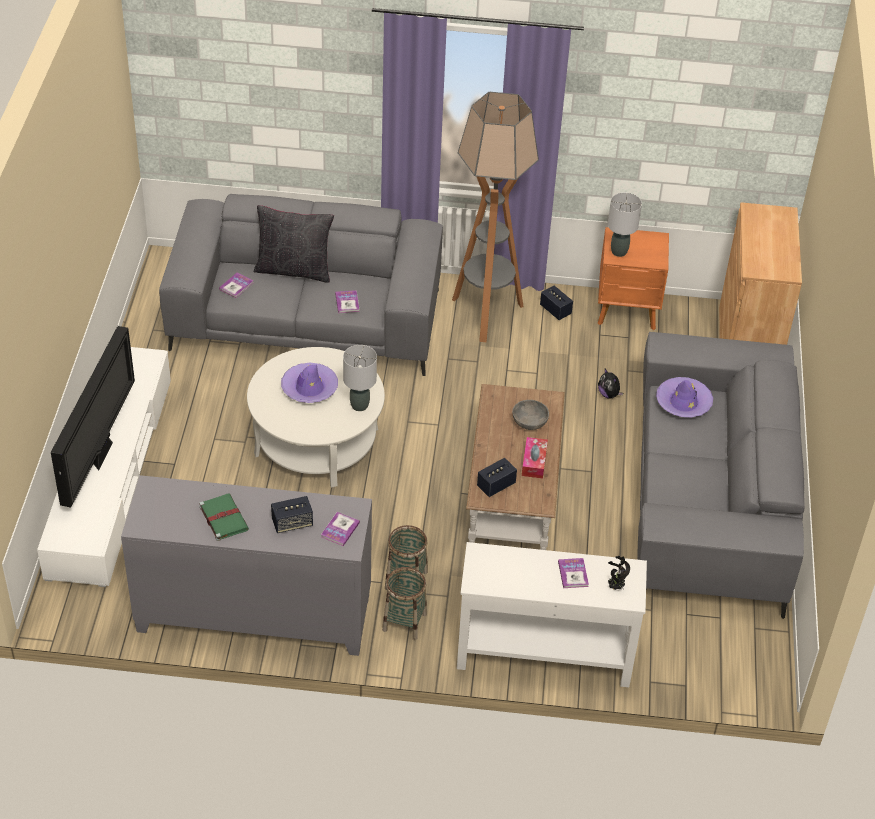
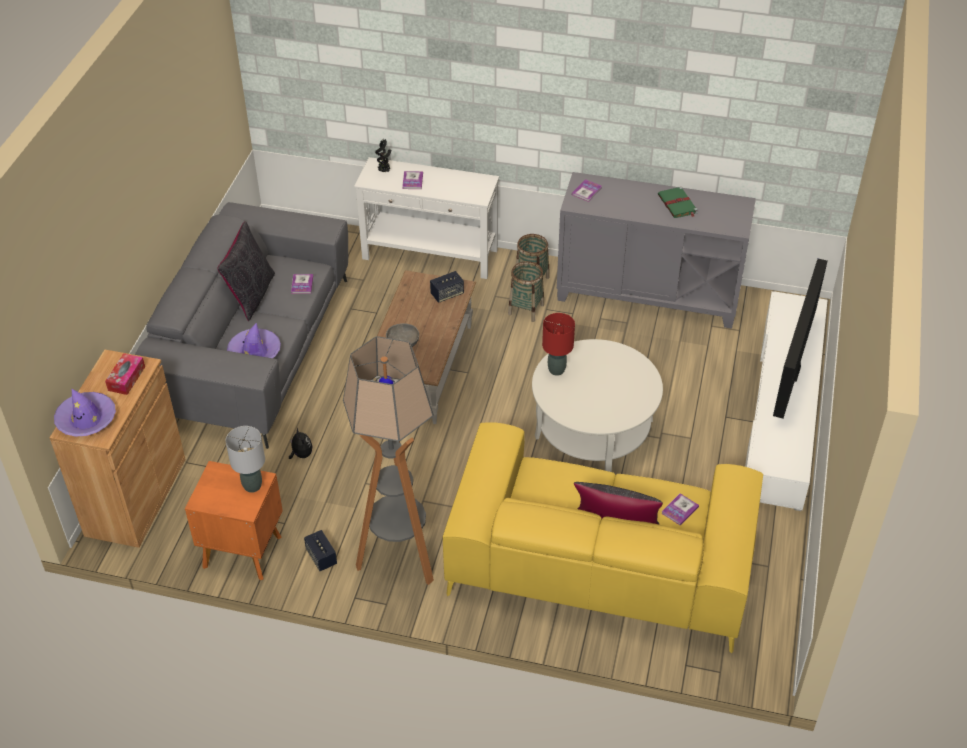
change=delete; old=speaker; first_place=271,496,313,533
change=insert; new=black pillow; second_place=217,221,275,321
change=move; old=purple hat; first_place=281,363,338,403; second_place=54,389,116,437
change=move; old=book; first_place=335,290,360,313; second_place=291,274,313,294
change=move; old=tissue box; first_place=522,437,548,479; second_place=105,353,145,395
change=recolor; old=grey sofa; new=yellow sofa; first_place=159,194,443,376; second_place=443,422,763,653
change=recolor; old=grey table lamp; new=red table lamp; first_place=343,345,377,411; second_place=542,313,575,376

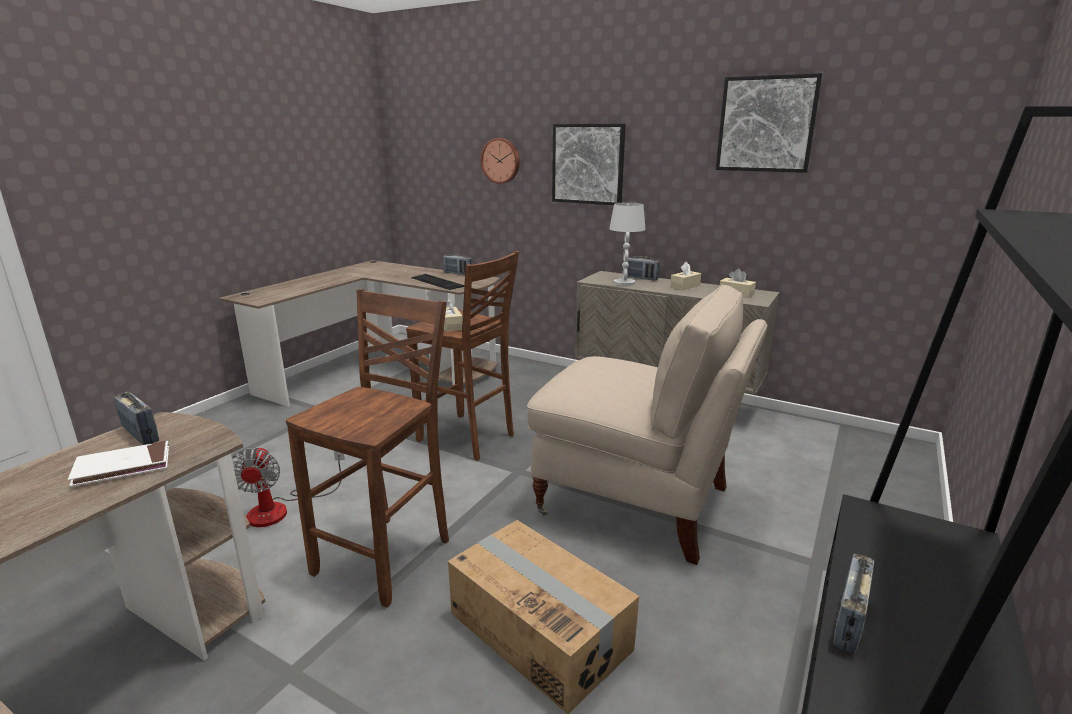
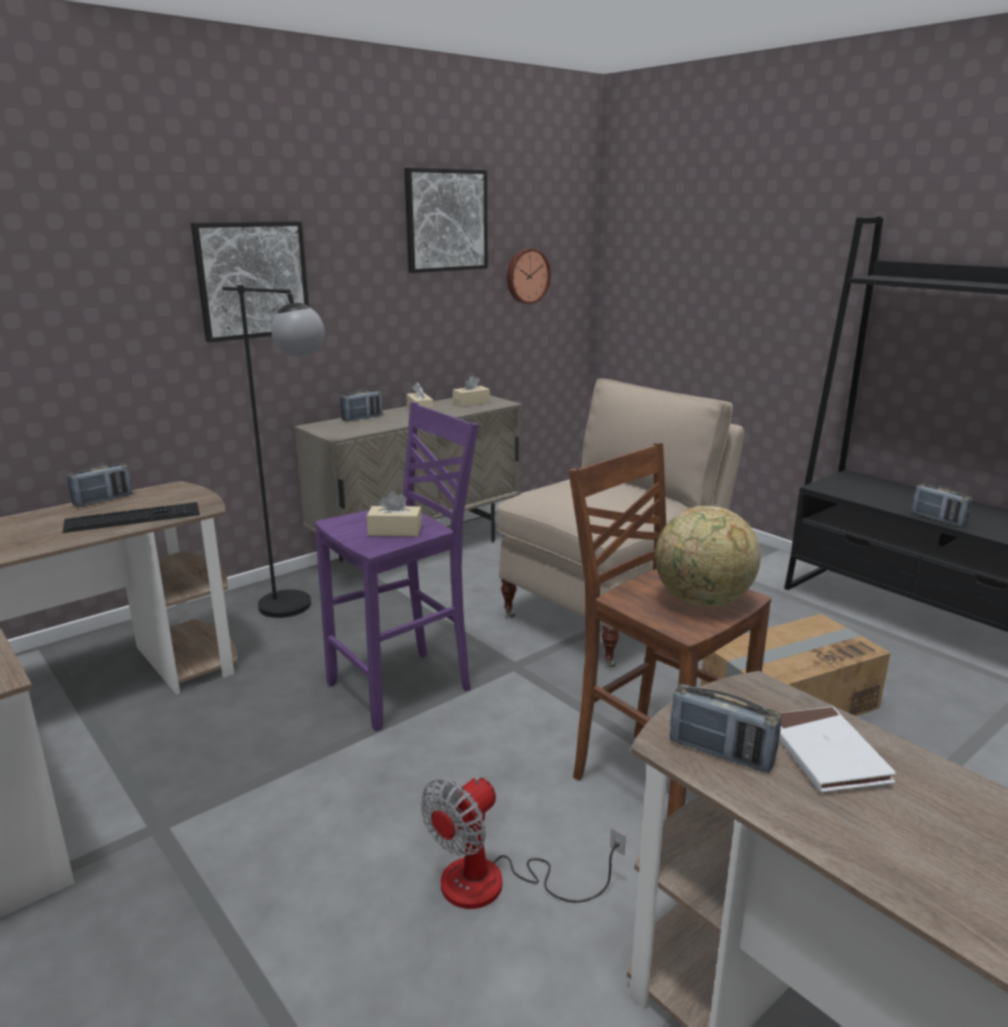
change=delete; old=white table lamp; first_place=609,203,646,286
change=insert; new=black floor lamp; second_place=223,285,324,618
change=insert; new=globe; second_place=655,506,760,607
change=move; old=wall clock; first_place=481,138,520,184; second_place=507,249,551,304
change=recolor; old=brown stool; new=purple stool; first_place=406,251,519,461; second_place=315,402,479,731
change=rotate; old=radio; first_place=114,392,159,445; second_place=670,684,782,773; degrees=-120
change=rotate; old=fan; first_place=232,446,345,527; second_place=420,777,626,909; degrees=120

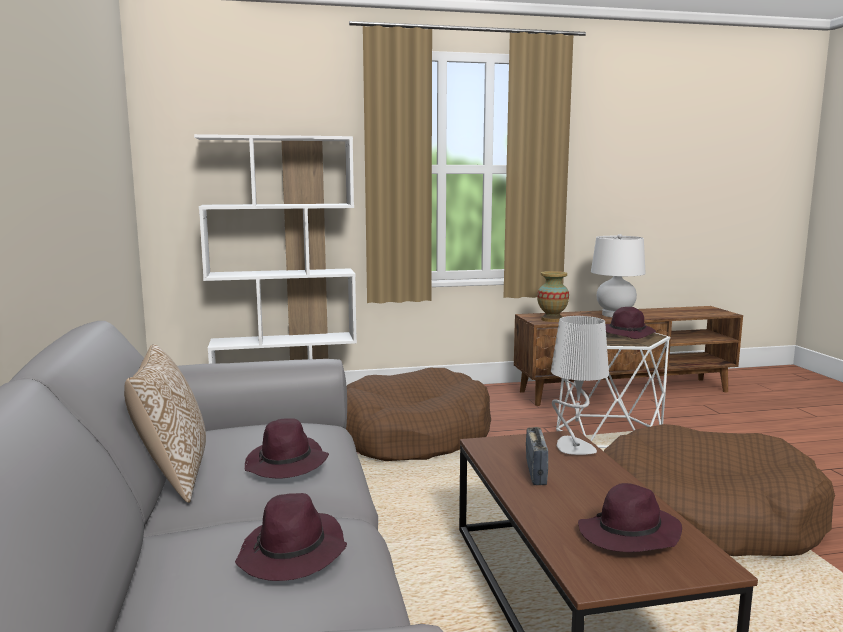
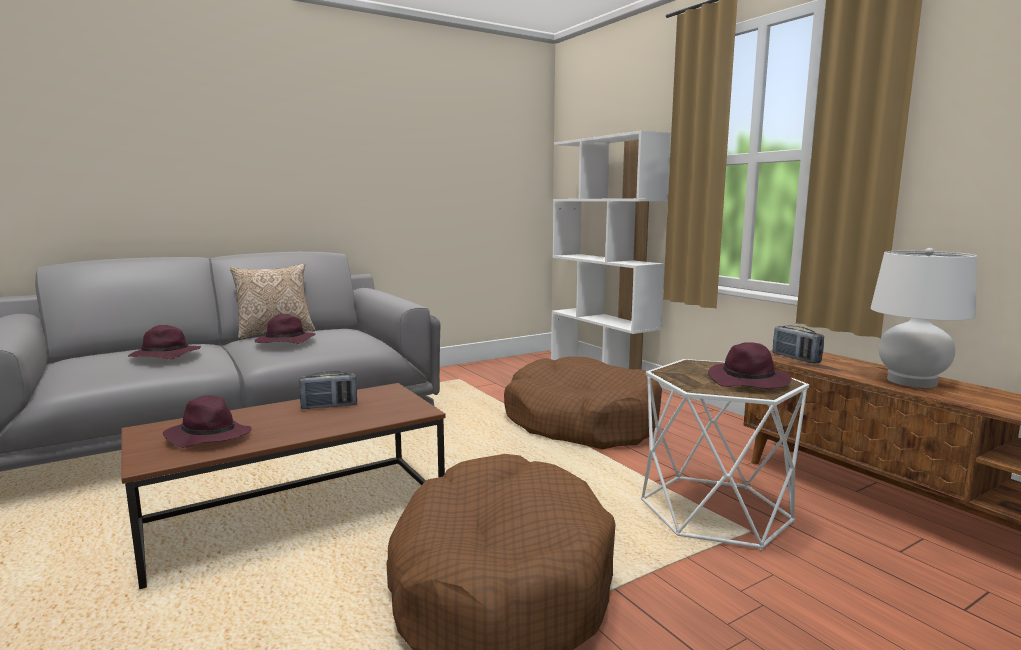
change=delete; old=grey table lamp; first_place=551,316,609,455
change=replace; old=vase; new=radio; first_place=537,271,569,322; second_place=773,326,824,363

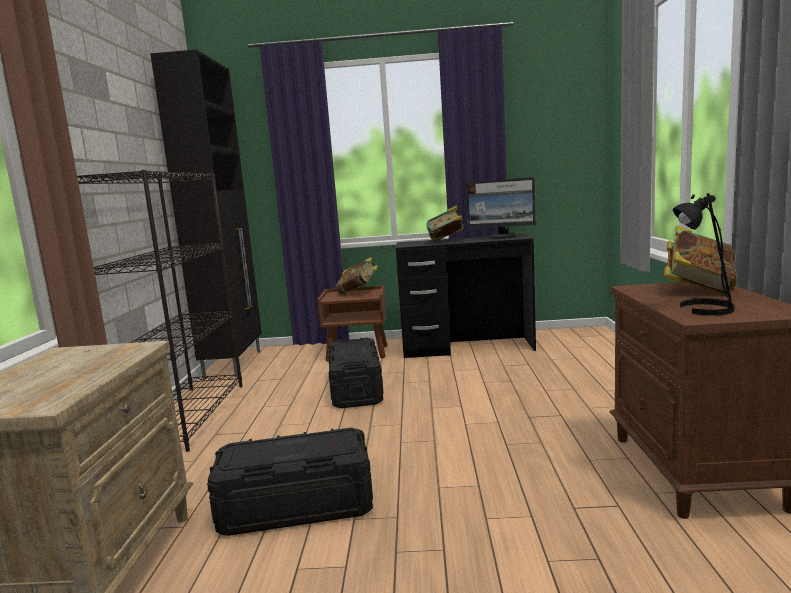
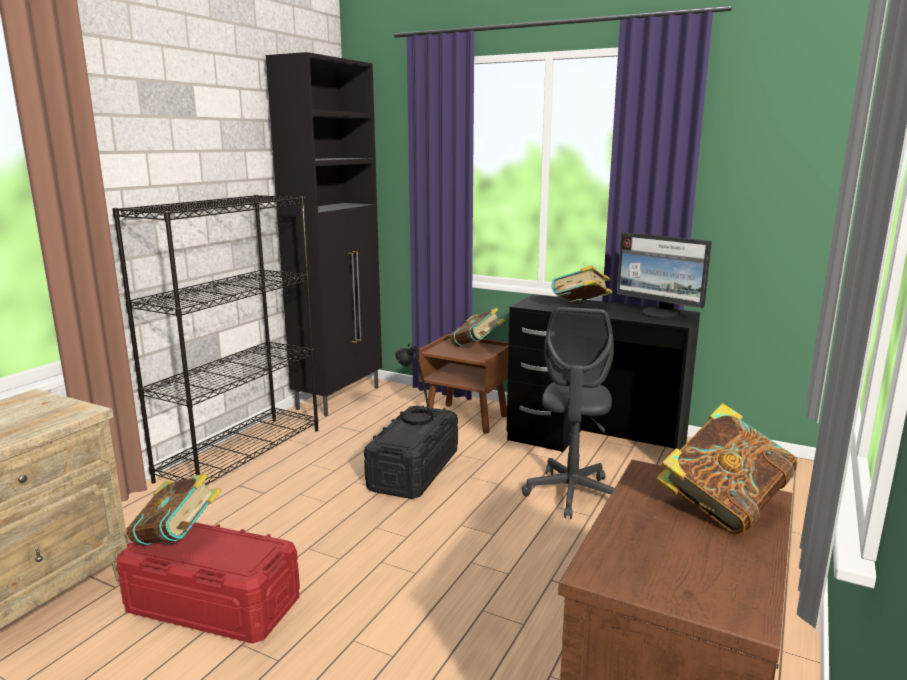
change=insert; new=book; second_place=126,473,222,546
change=insert; new=grey office chair; second_place=522,307,615,519
change=move; old=black table lamp; first_place=673,193,734,315; second_place=395,344,439,425
change=recolor; old=black storage box; new=red storage box; first_place=207,427,373,536; second_place=116,521,300,644

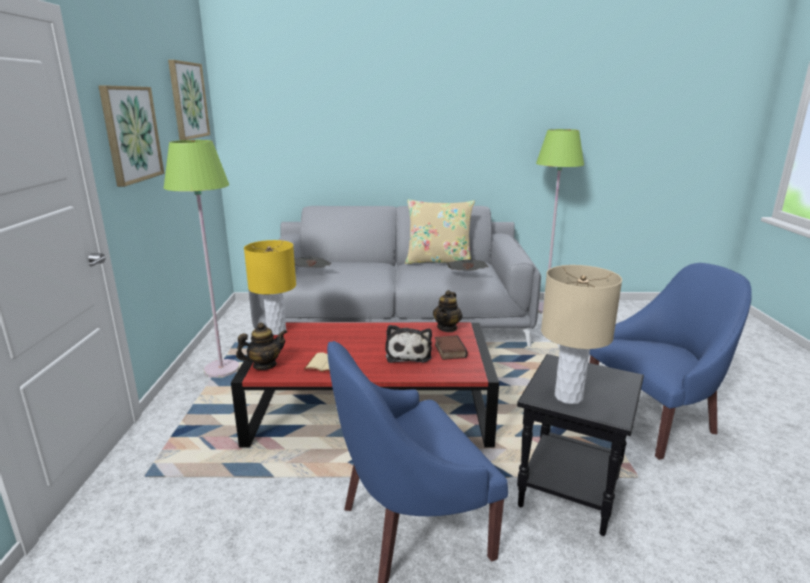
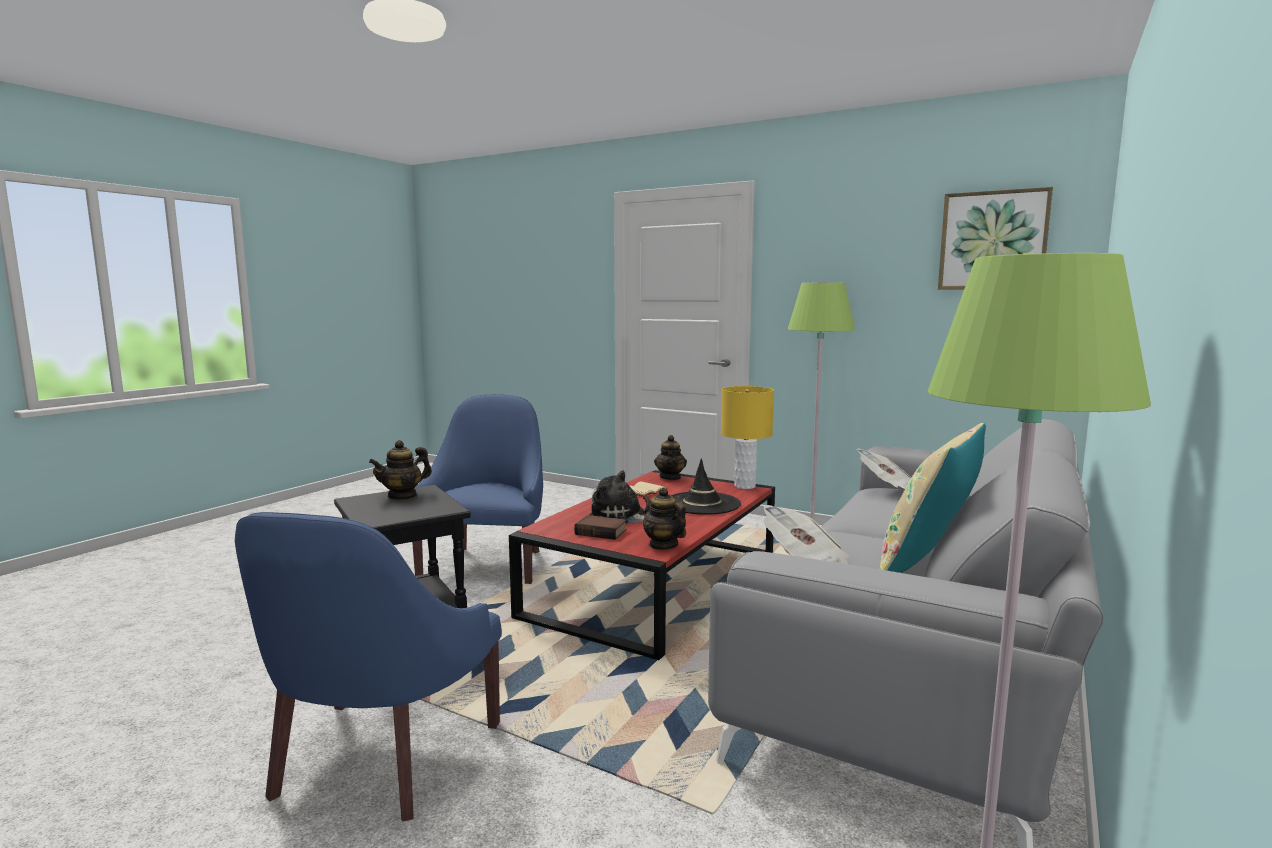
change=delete; old=picture; first_place=99,85,164,187
change=insert; new=black hat; second_place=671,459,741,515
change=replace; old=beige table lamp; new=teapot; first_place=541,265,622,404; second_place=369,440,432,500

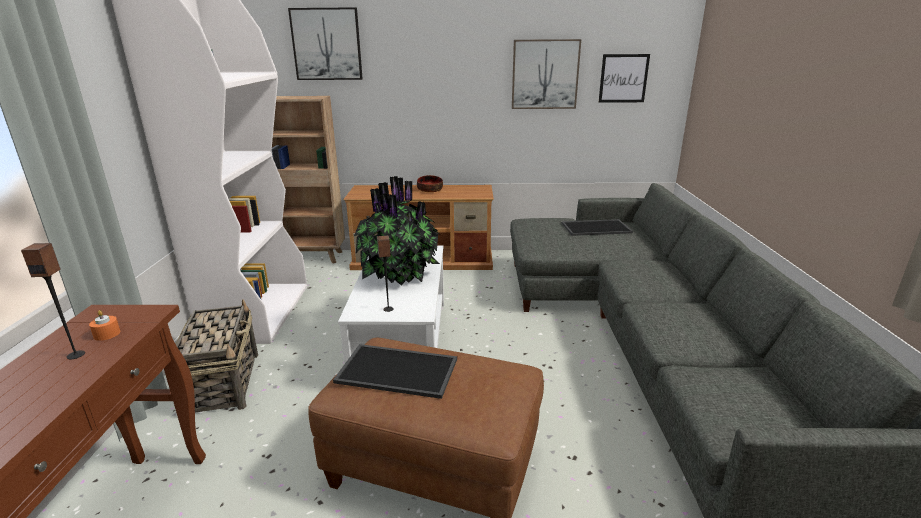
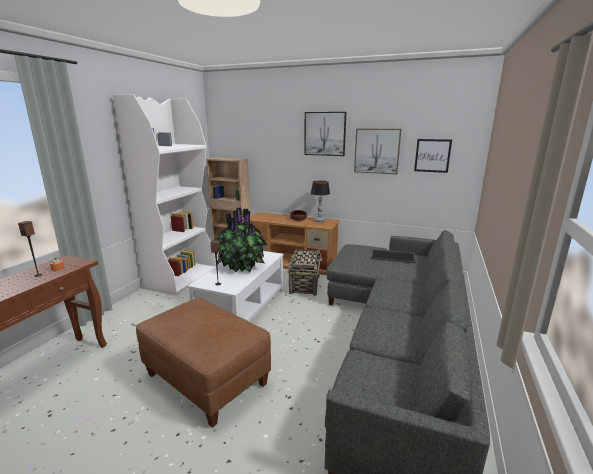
change=delete; old=tray; first_place=333,344,457,399
change=insert; new=table lamp; second_place=311,181,330,222
change=move; old=basket; first_place=175,299,258,412; second_place=288,247,322,296
change=move; old=picture; first_place=288,7,363,80; second_place=304,112,346,156

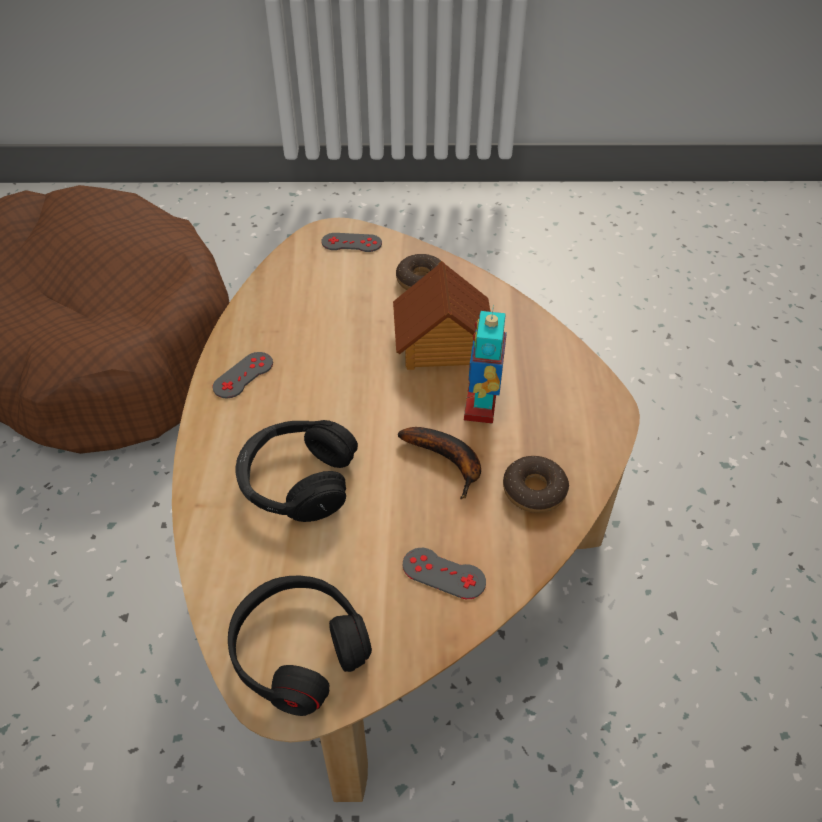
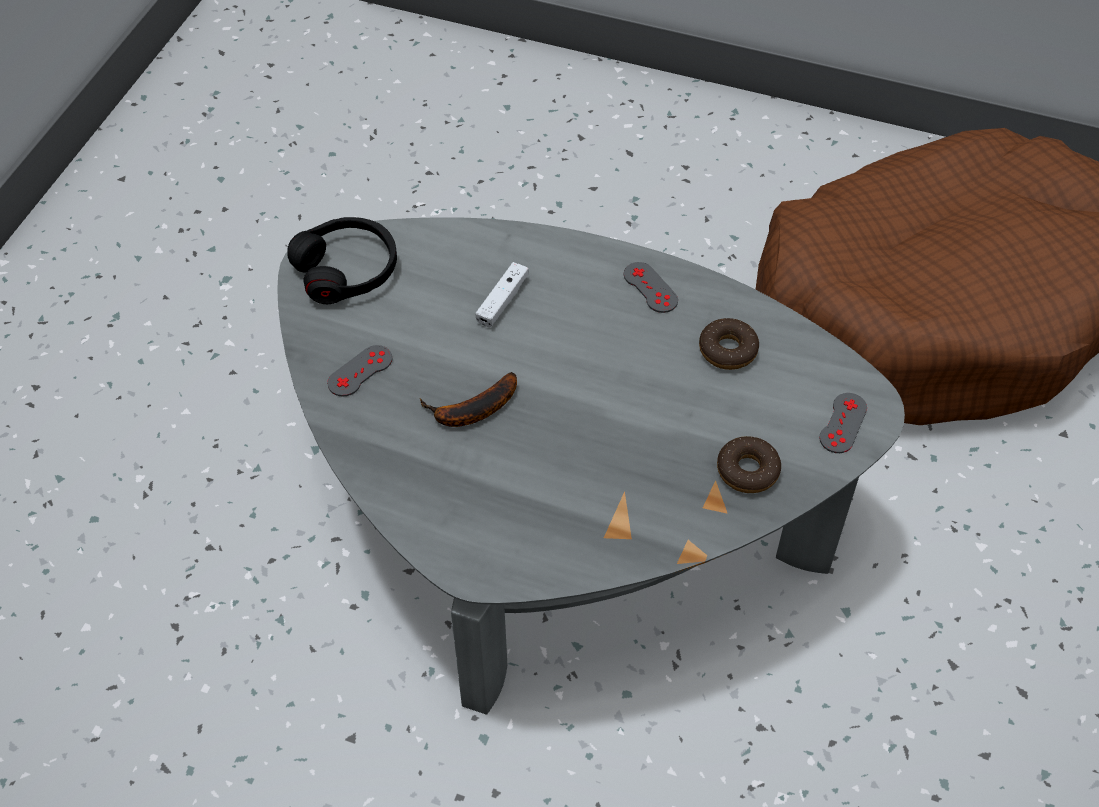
change=delete; old=toy house; first_place=393,261,491,370
change=delete; old=toy robot; first_place=464,305,507,424
change=move; old=donut; first_place=503,456,569,513; second_place=699,318,759,370
change=replace; old=black headphones; new=white game controller; first_place=235,420,358,522; second_place=476,262,529,327
change=recolor; old=brown coffee table; new=grey coffee table; first_place=172,218,640,802; second_place=277,217,905,715

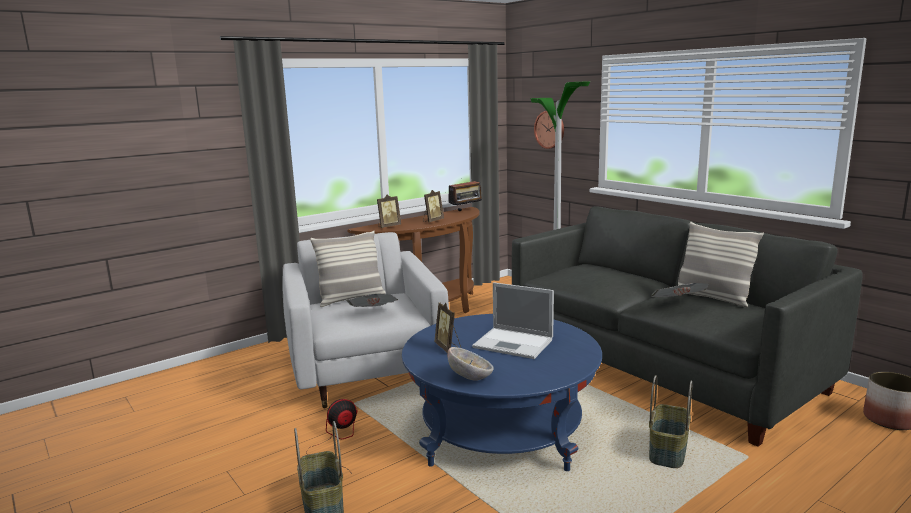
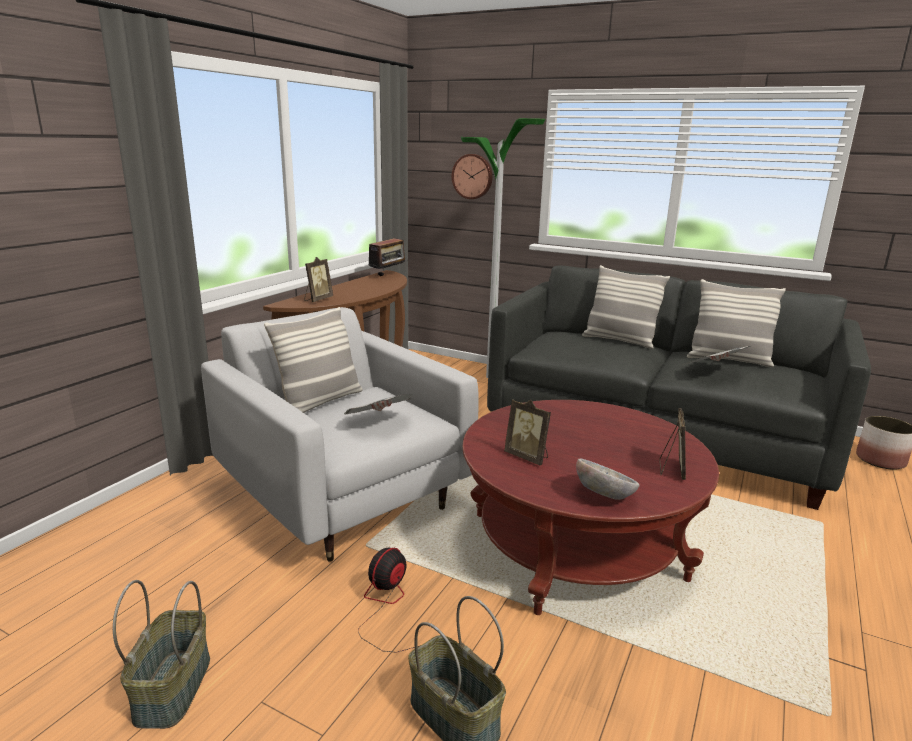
change=delete; old=laptop; first_place=472,282,554,359
change=insert; new=pillow; second_place=582,265,670,349
change=move; old=picture frame; first_place=423,190,444,222; second_place=659,408,686,480
change=move; old=basket; first_place=649,375,692,468; second_place=113,580,210,729
change=recolor; old=blue coffee table; new=red coffee table; first_place=402,314,602,471; second_place=462,400,719,615

